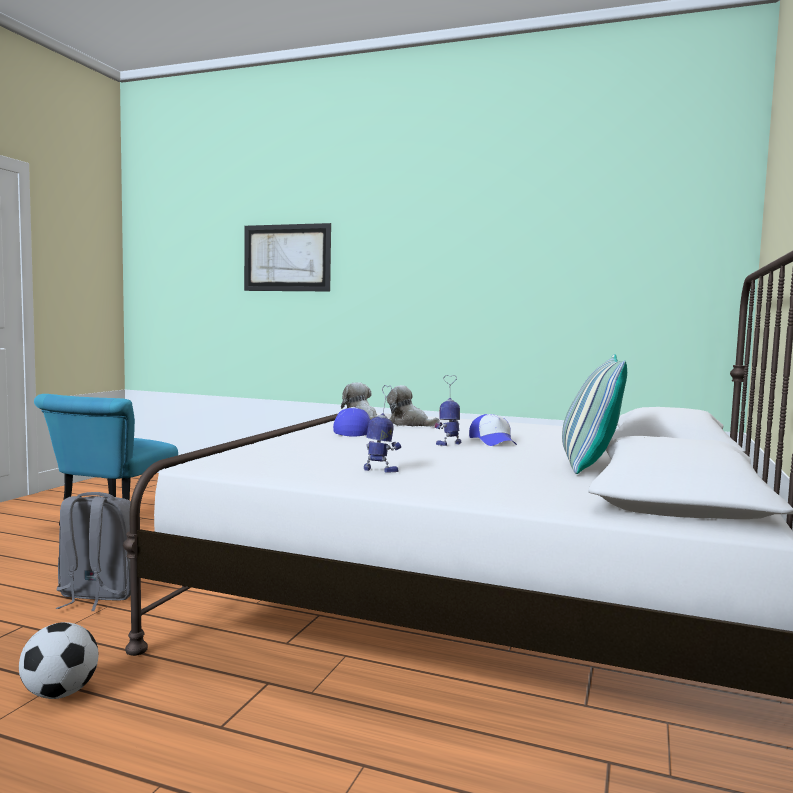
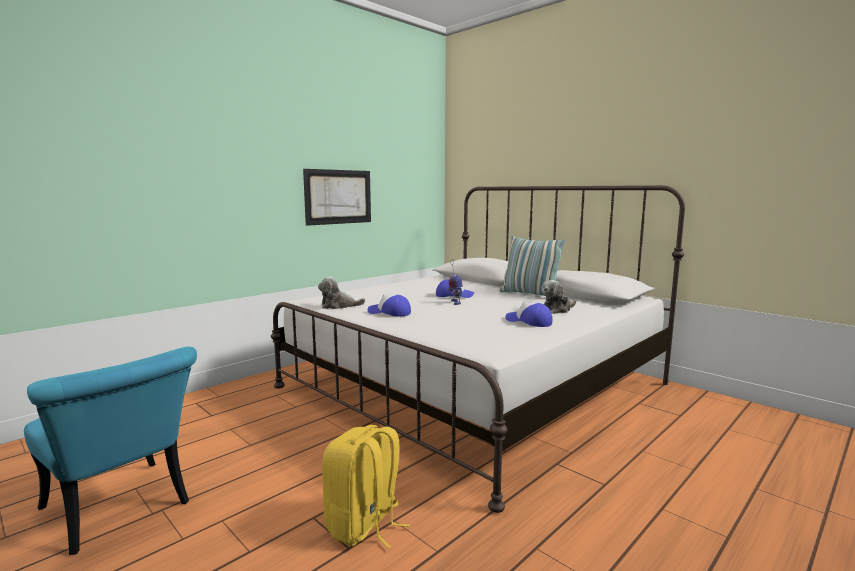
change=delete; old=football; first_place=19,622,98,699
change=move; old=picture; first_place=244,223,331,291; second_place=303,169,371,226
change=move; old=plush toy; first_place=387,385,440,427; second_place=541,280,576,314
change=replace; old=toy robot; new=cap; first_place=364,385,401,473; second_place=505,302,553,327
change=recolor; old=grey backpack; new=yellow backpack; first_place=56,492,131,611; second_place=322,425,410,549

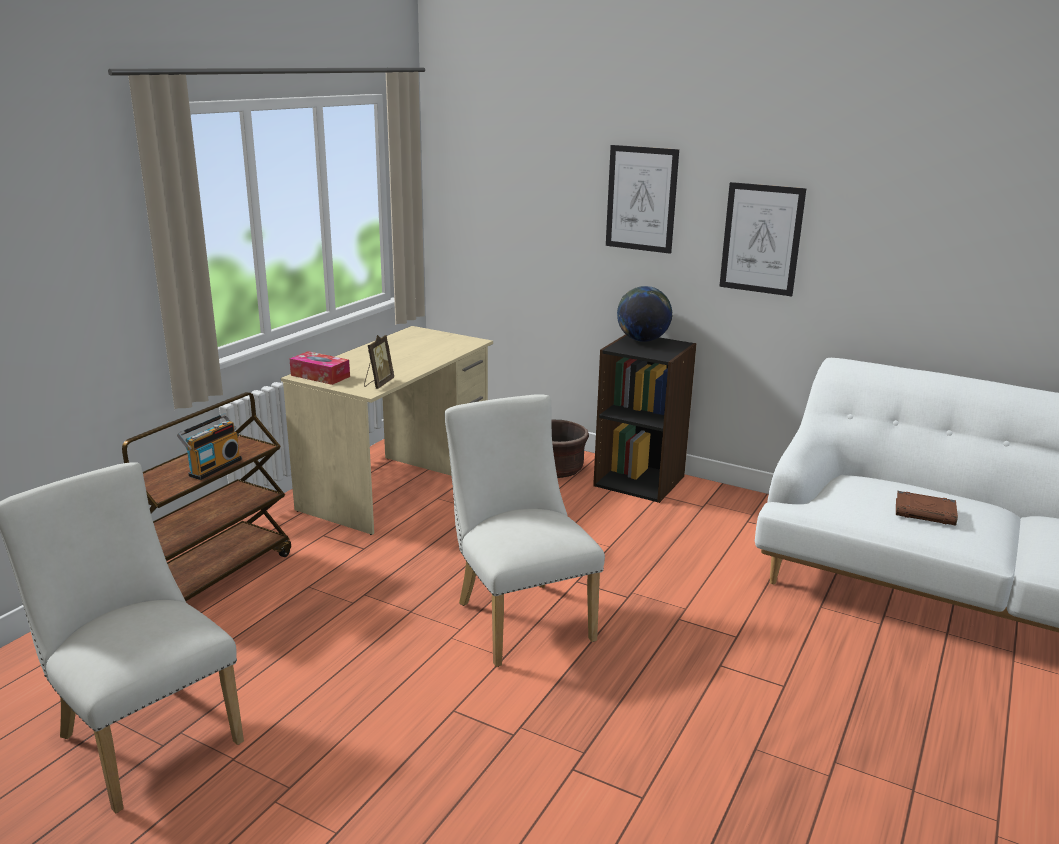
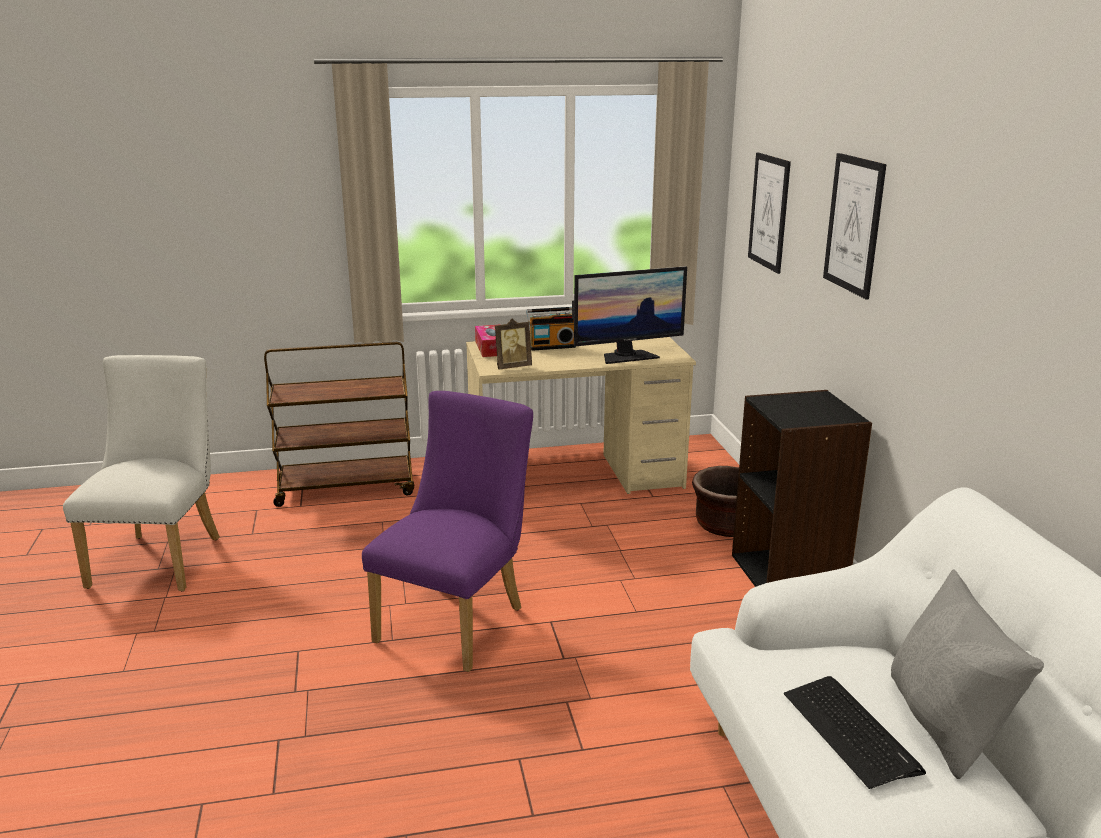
change=delete; old=globe; first_place=617,286,673,342
change=insert; new=monitor; second_place=572,266,687,364
change=insert; new=grey pillow; second_place=891,569,1044,779
change=move; old=radio; first_place=177,413,242,480; second_place=526,307,576,351
change=move; old=picture; first_place=719,182,806,296; second_place=748,153,791,274
change=replace; old=brown book; new=keyboard; first_place=896,491,958,525; second_place=784,676,926,789
change=recolor; old=white chair; new=purple chair; first_place=445,394,605,667; second_place=362,391,533,672

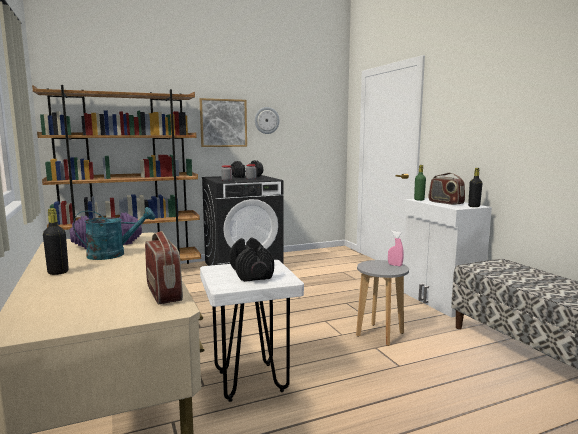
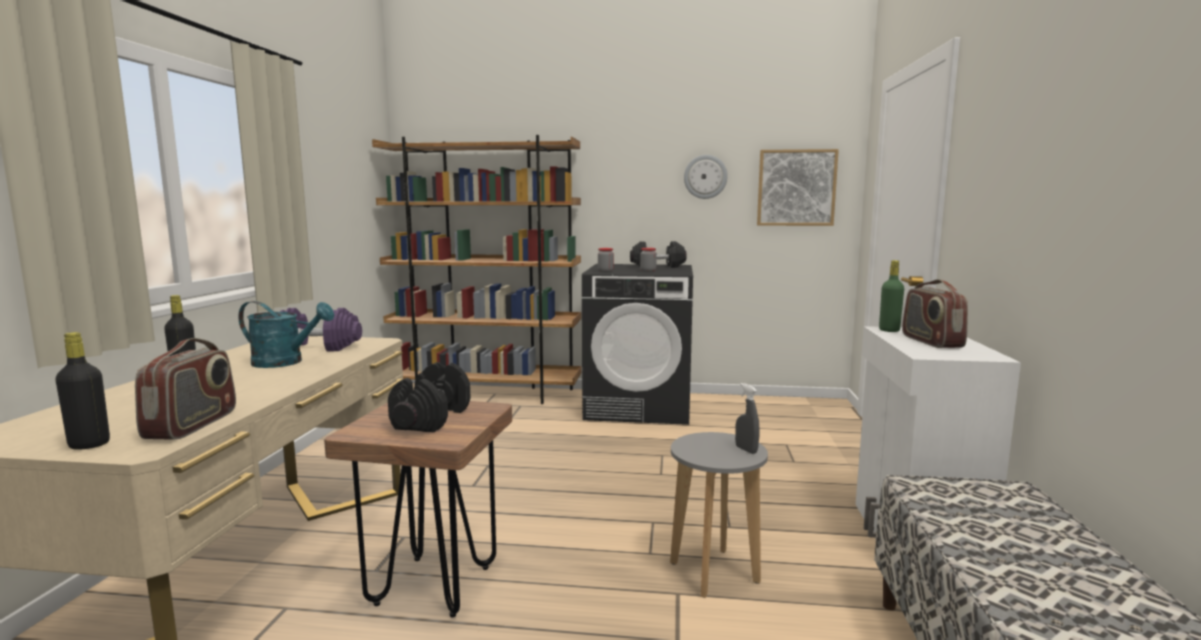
change=move; old=picture; first_place=200,98,247,147; second_place=757,149,839,226
change=move; old=black bottle; first_place=468,168,482,207; second_place=55,332,110,450
change=recolor; old=white stool; new=brown stool; first_place=200,260,304,402; second_place=324,401,512,617
change=recolor; old=pink spray bottle; new=grey spray bottle; first_place=388,231,404,266; second_place=735,383,759,454

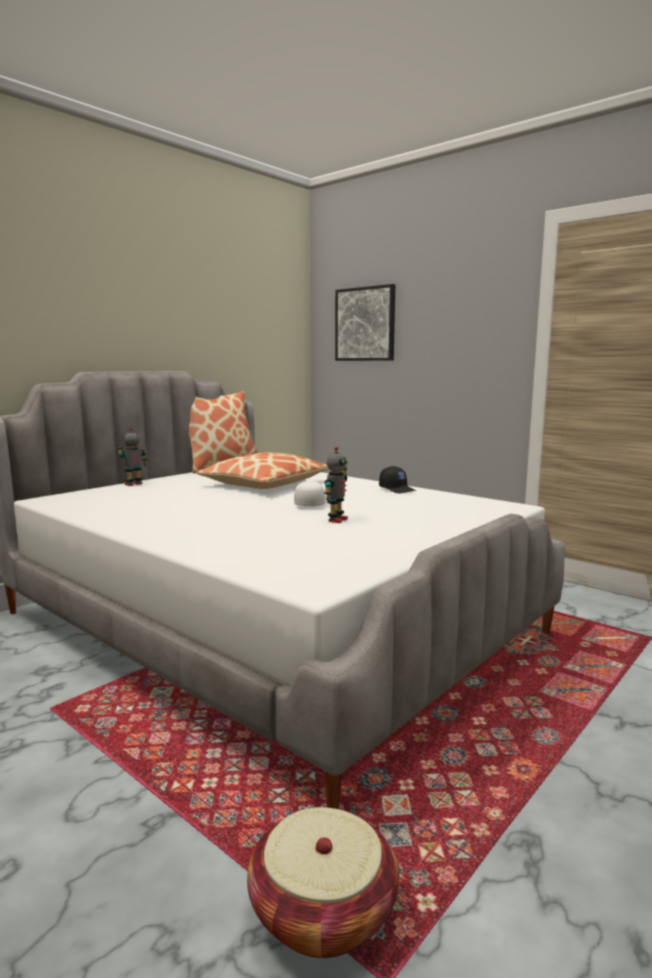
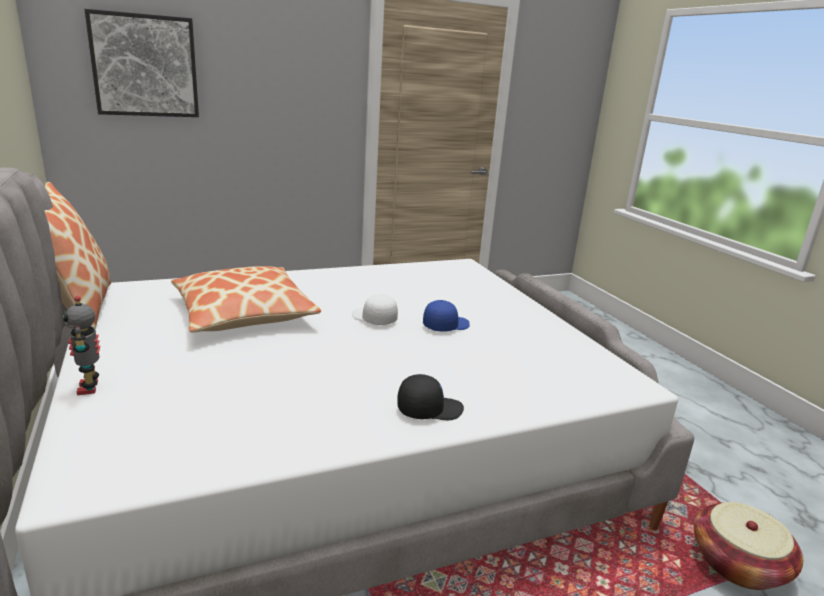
change=move; old=black cap; first_place=379,466,416,494; second_place=397,374,464,420
change=replace; old=toy robot; new=blue cap; first_place=324,446,348,523; second_place=423,300,470,332

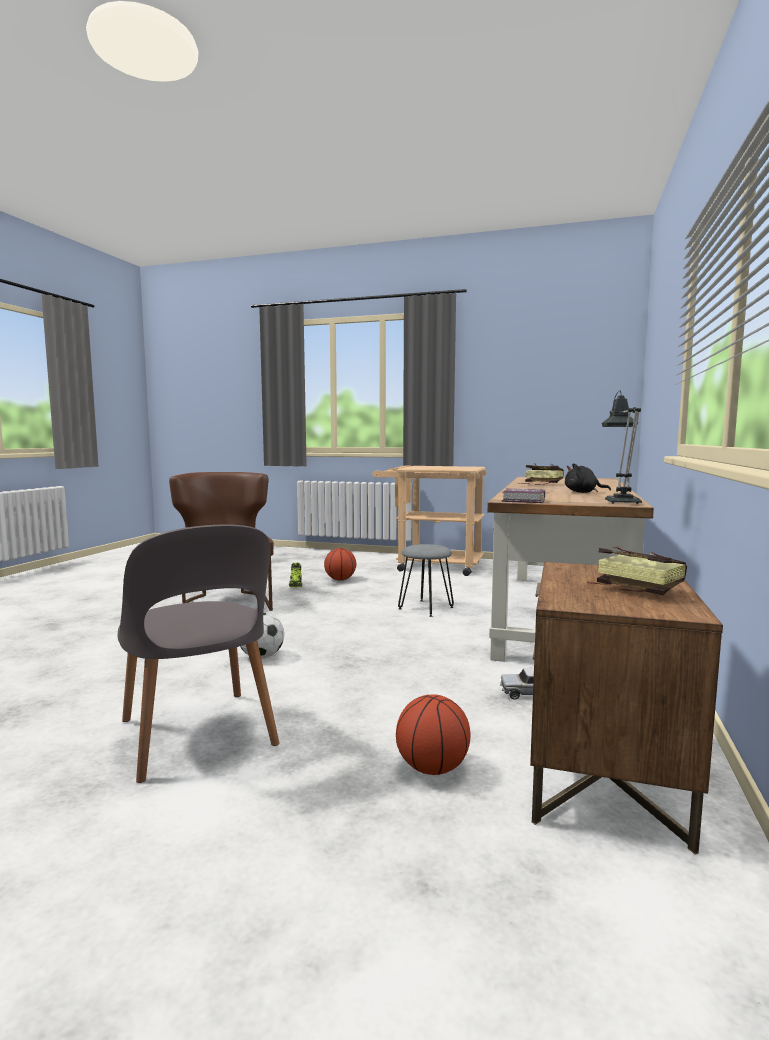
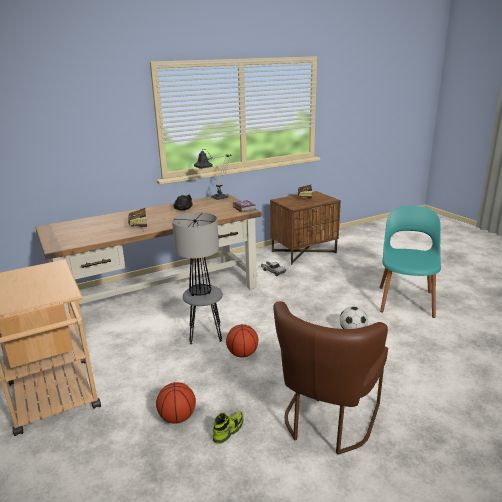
change=insert; new=table lamp; second_place=172,212,219,296
change=move; old=basketball; first_place=396,694,470,775; second_place=226,324,258,358
change=recolor; old=grey chair; new=turquoise chair; first_place=118,524,280,783; second_place=379,206,441,318

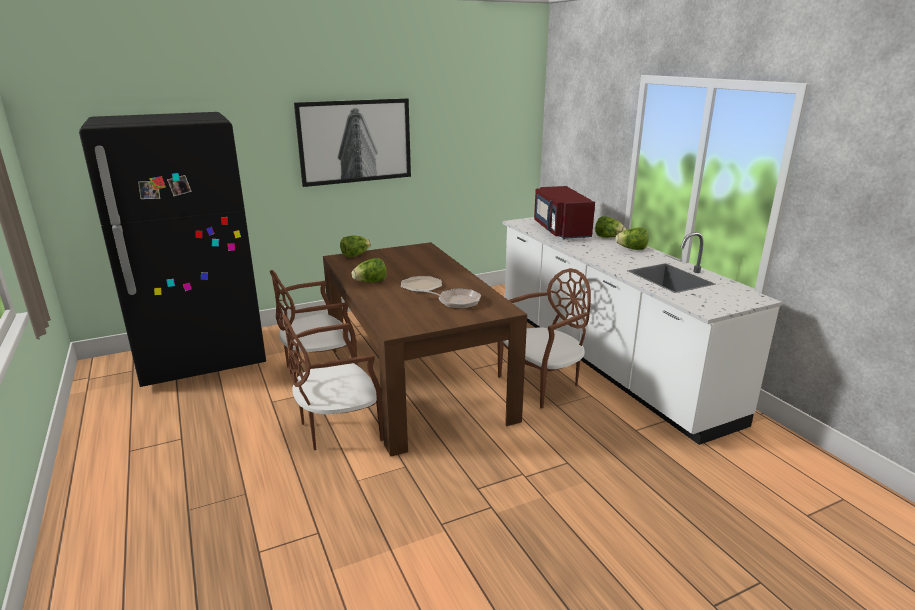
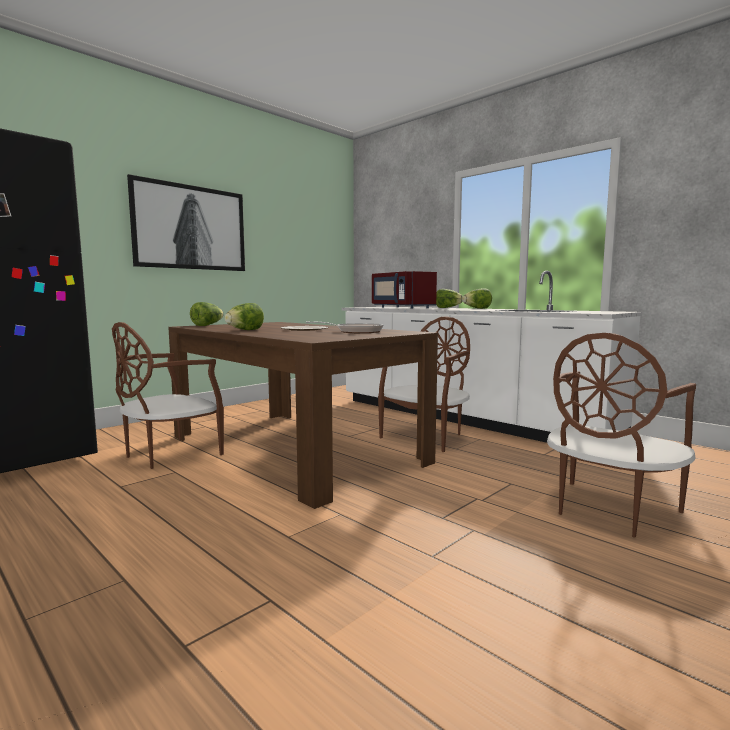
change=move; old=brown chair; first_place=282,314,384,450; second_place=547,333,696,538

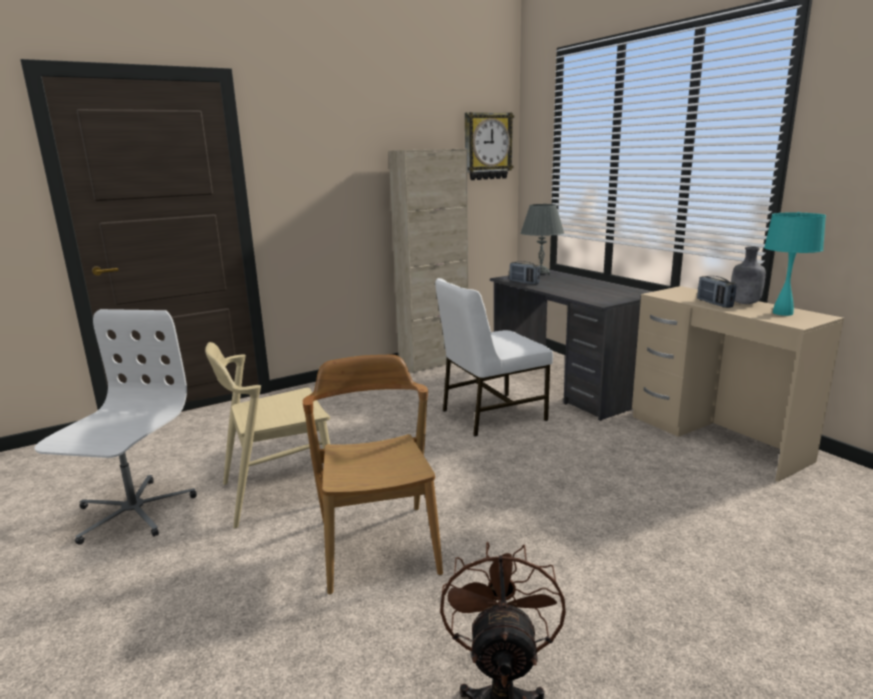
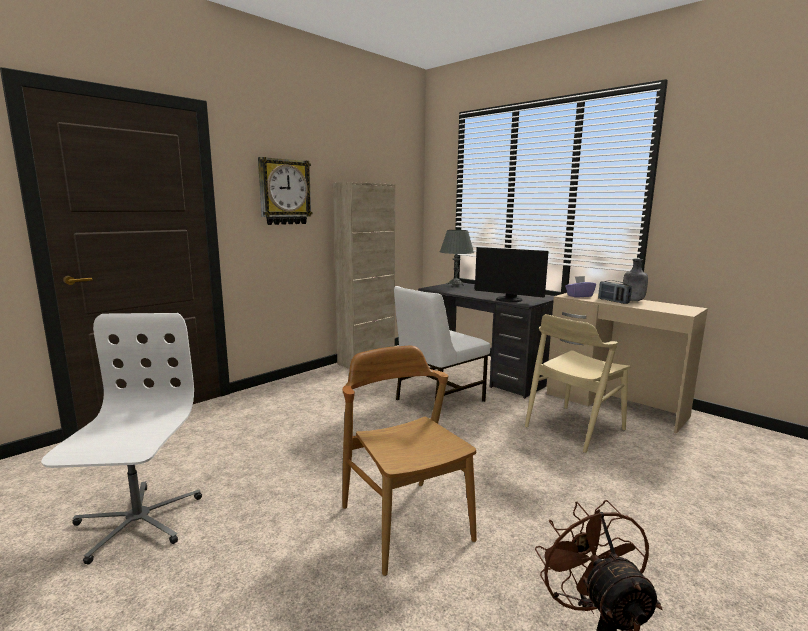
change=delete; old=radio; first_place=509,261,540,284
change=delete; old=turquoise table lamp; first_place=764,212,826,316
change=insert; new=monitor; second_place=475,247,549,302
change=insert; new=purple tissue box; second_place=565,276,596,298
change=move; old=beige chair; first_place=205,342,330,528; second_place=525,314,630,453
change=move; old=wall clock; first_place=465,112,514,180; second_place=258,157,313,225

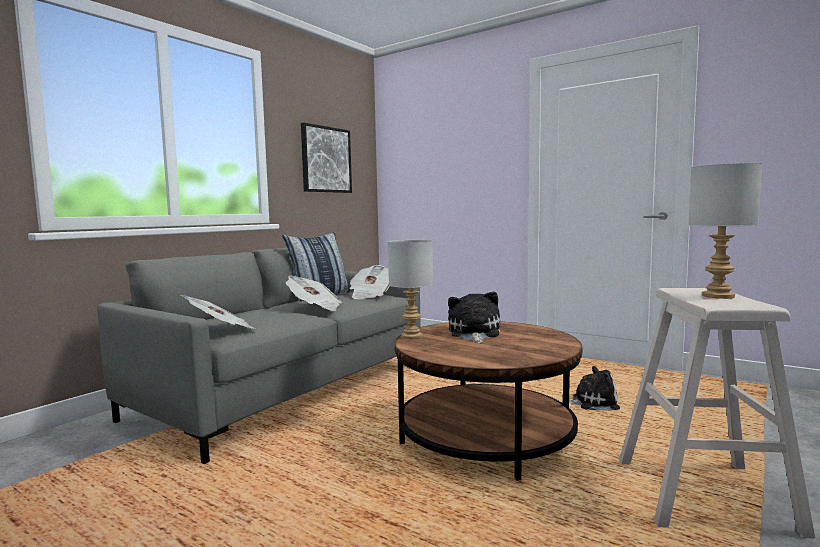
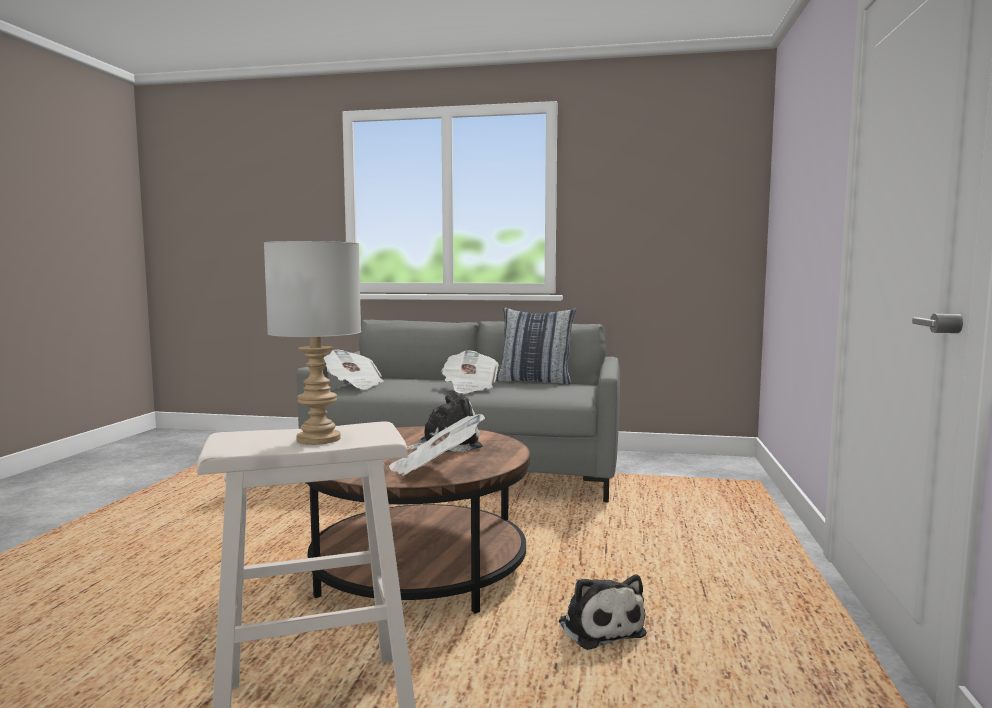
change=delete; old=picture; first_place=301,123,352,193
change=delete; old=grey table lamp; first_place=388,240,433,339
change=move; old=newspaper; first_place=349,265,390,299; second_place=389,414,485,476

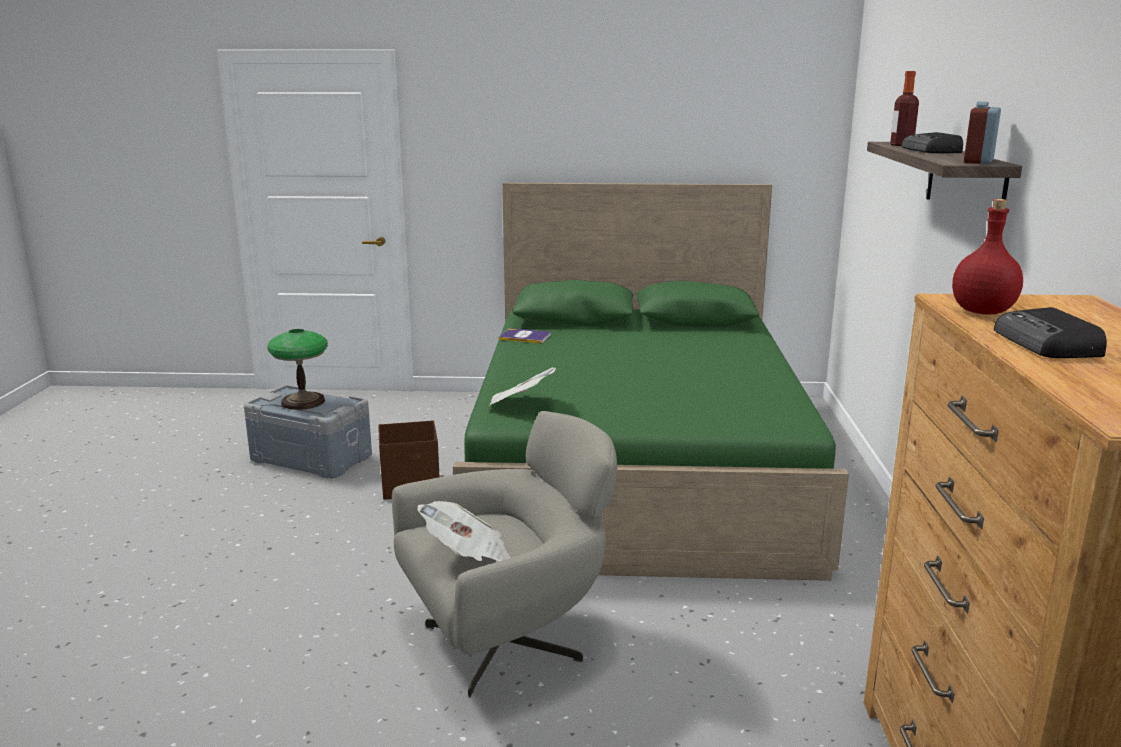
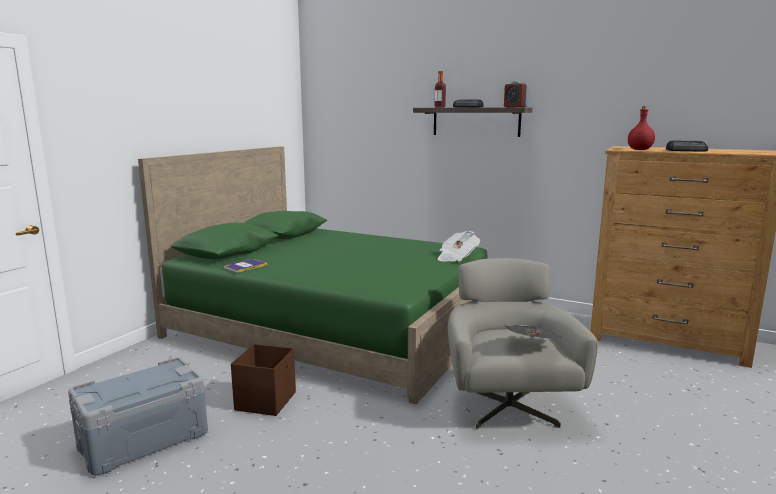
change=delete; old=table lamp; first_place=267,329,328,410
change=move; old=newspaper; first_place=490,367,556,405; second_place=438,231,480,262

